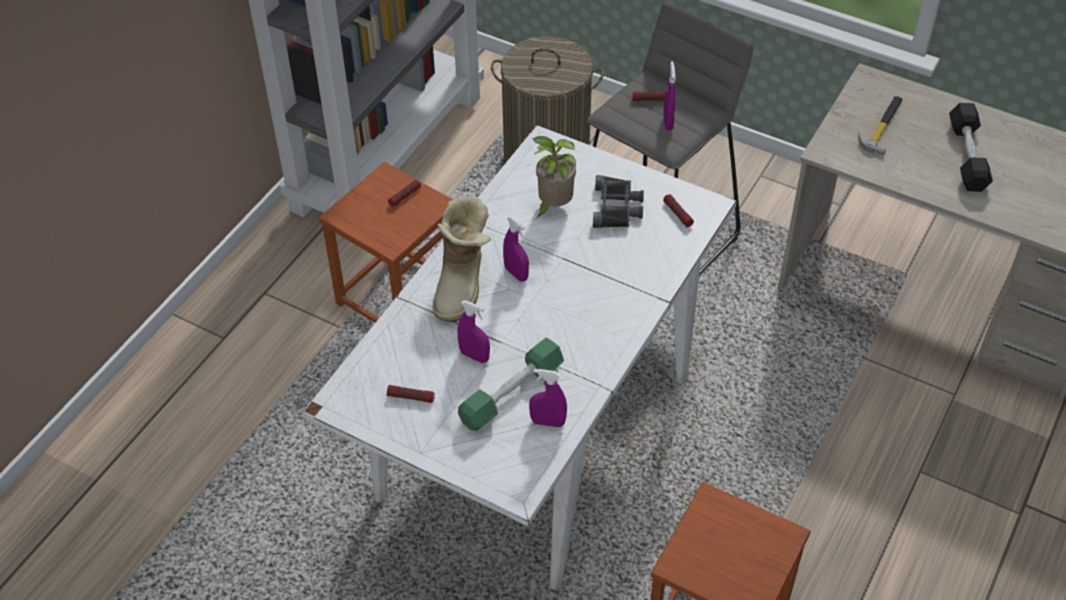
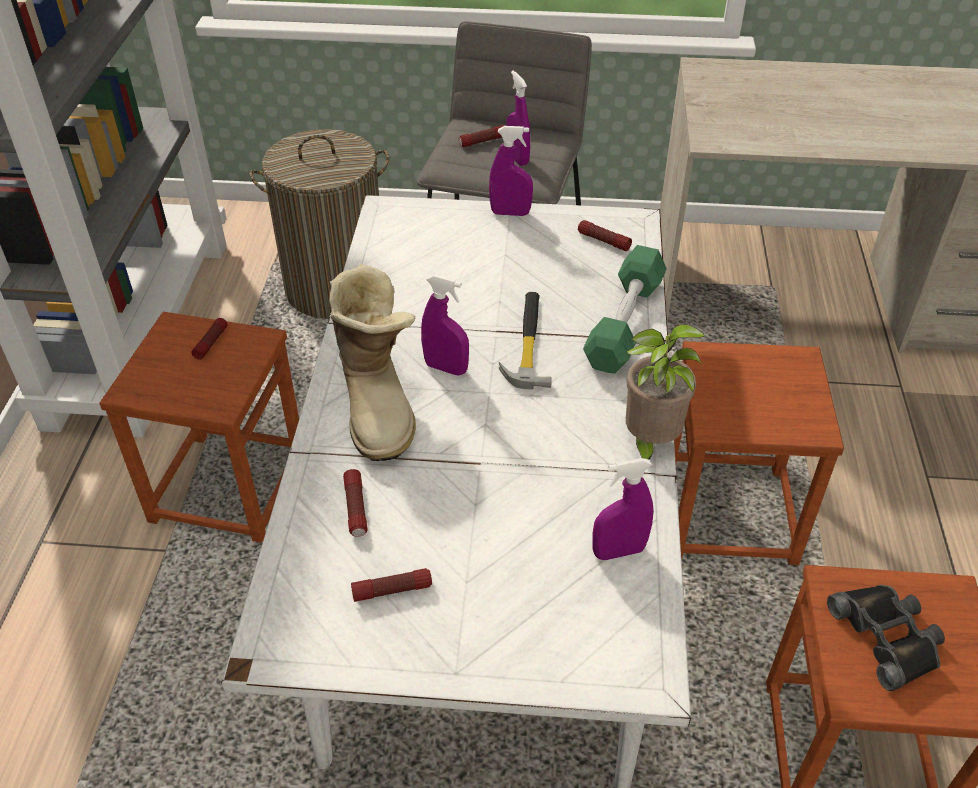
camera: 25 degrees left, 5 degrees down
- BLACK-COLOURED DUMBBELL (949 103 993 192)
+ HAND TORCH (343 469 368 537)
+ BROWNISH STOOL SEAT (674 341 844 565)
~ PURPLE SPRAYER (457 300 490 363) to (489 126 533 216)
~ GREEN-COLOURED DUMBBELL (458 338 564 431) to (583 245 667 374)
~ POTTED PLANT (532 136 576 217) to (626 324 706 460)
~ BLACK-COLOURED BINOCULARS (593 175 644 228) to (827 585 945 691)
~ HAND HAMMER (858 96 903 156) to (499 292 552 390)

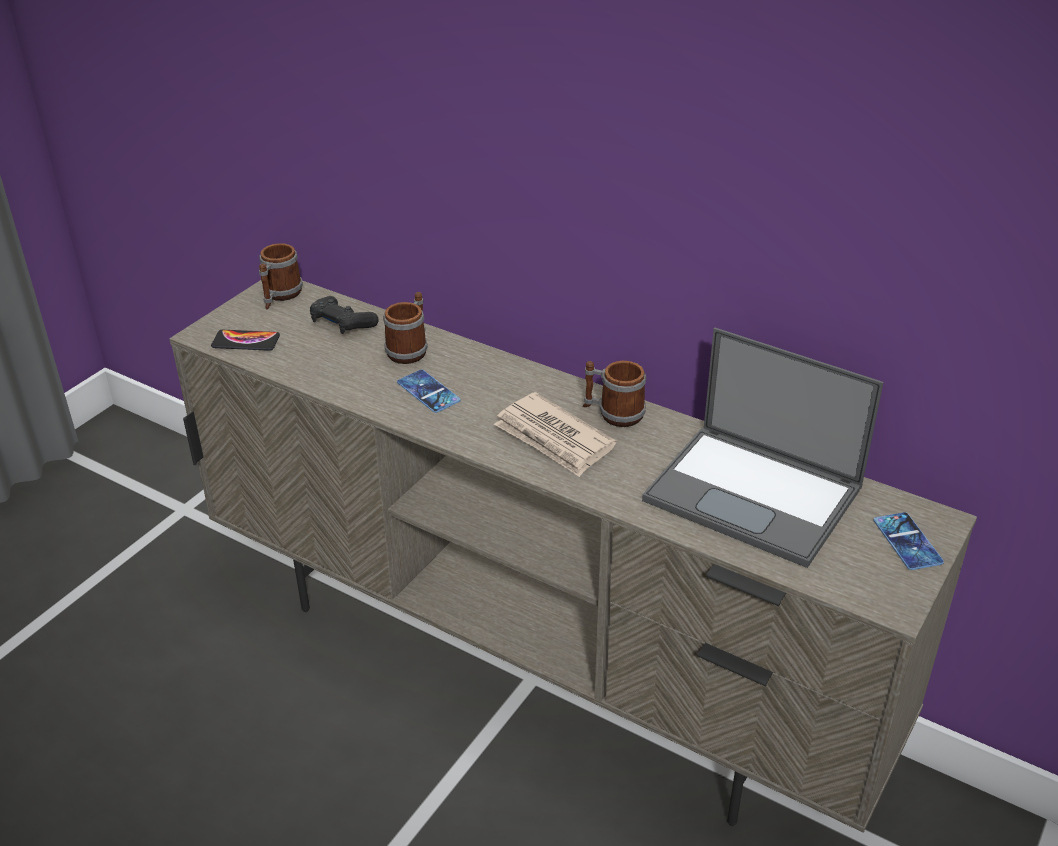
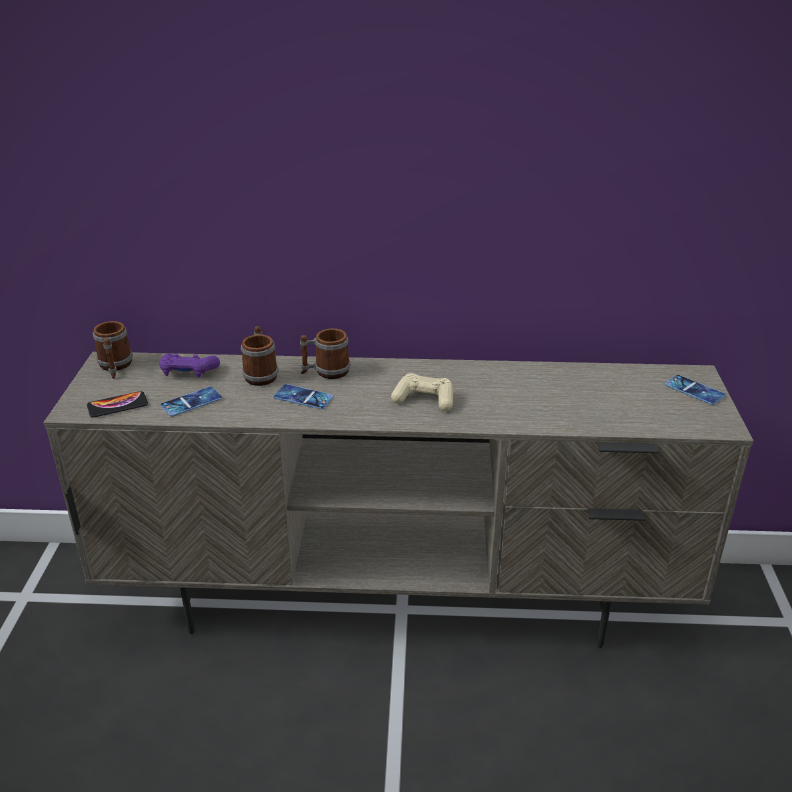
camera: 30 degrees left, 5 degrees down
- PORTABLE COMPUTER (642 328 884 568)
+ TELEPHONE (160 386 222 417)
~ TEA MUG (583 361 646 427) to (300 329 350 379)
~ DAILY PAPER (494 392 617 477) to BEIGE GAME CONTROLLER (391 373 453 411)
~ BLACK-COLOURED GAME CONTROLLER (310 296 379 334) to PURPLE GAME CONTROLLER (160 353 220 378)

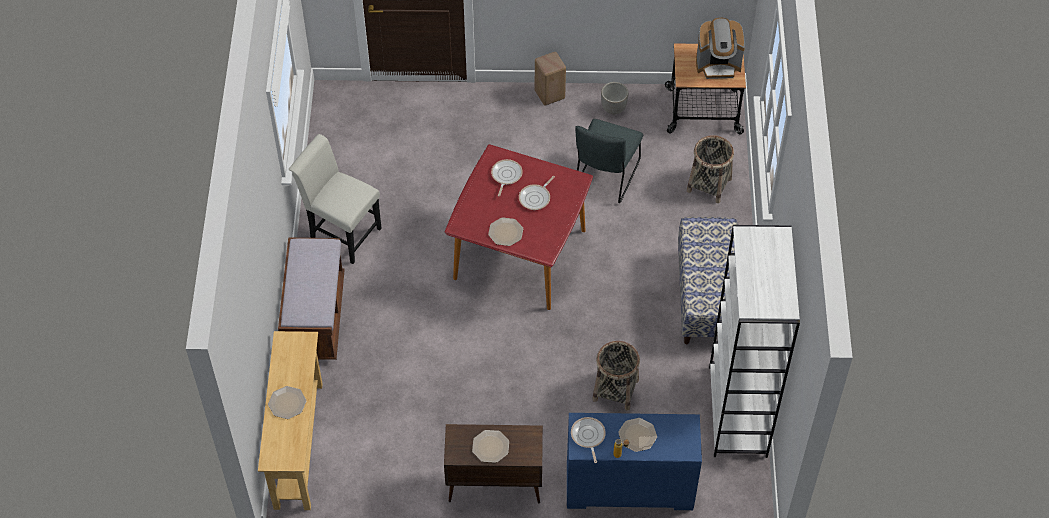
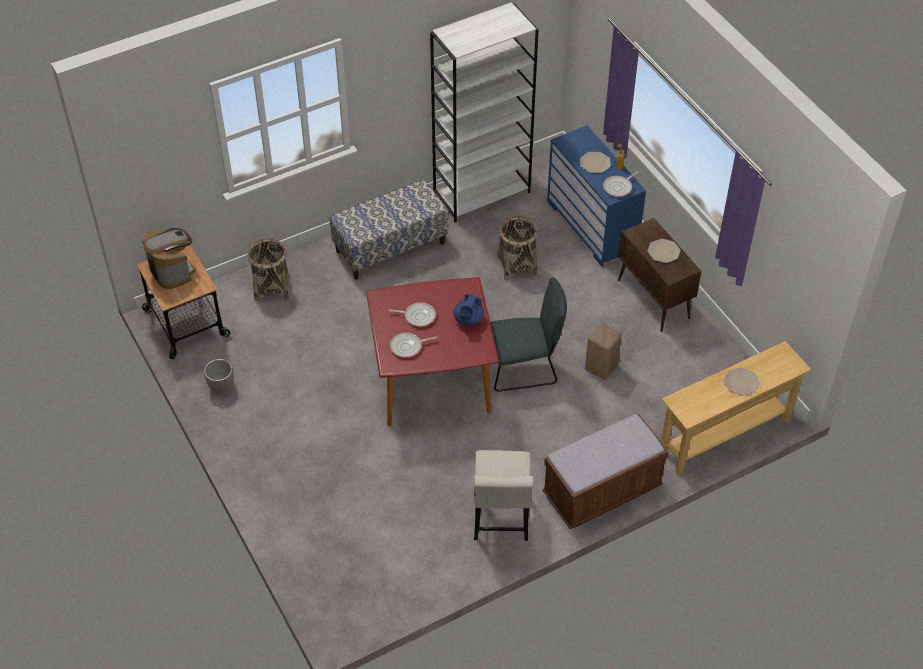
camera: 120 degrees left, 5 degrees down
~ BEIGE STOOL SEAT (535 52 566 105) to (585 323 622 380)
~ GRAY CHAIR (575 119 643 203) to (490 277 567 392)
~ DINNER PLATE (488 217 523 246) to BLUE TEA POT (453 294 484 326)

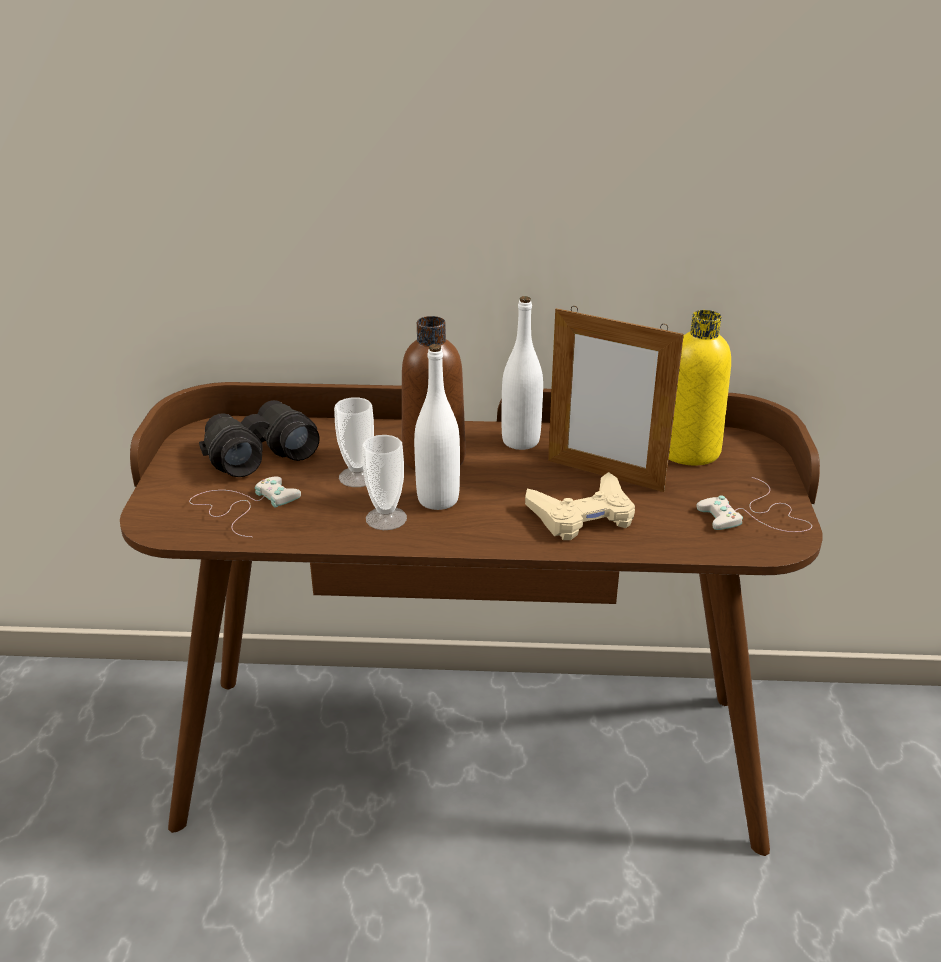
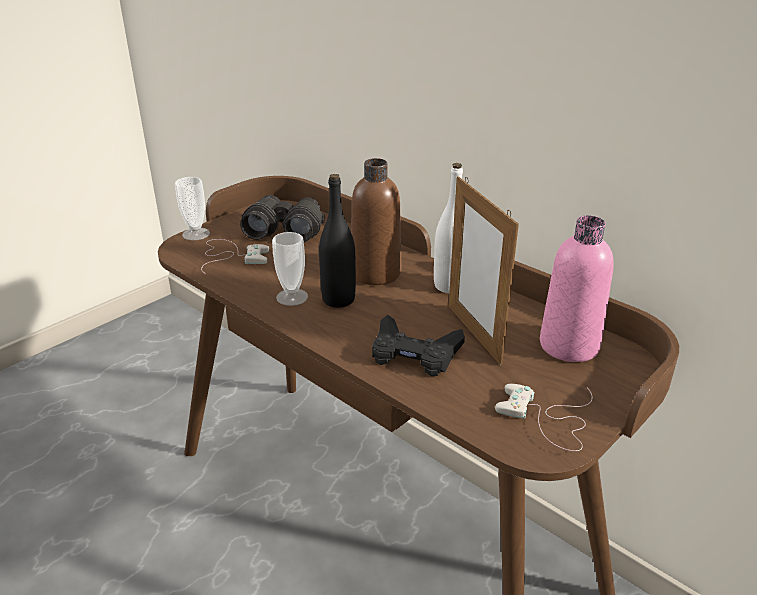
camera: 40 degrees right, 0 degrees up
~ CUP (334 397 374 487) to (175 177 210 240)
~ WHITISH BEVERAGE BOTTLE (414 344 460 510) to BLACK-COLOURED BEVERAGE BOTTLE (319 174 356 308)
~ BEIGE GAME CONTROLLER (525 472 635 540) to BLACK-COLOURED GAME CONTROLLER (372 315 465 376)
~ YELLOW-COLOURED BEVERAGE BOTTLE (669 310 731 465) to PINK-COLOURED BEVERAGE BOTTLE (540 216 614 362)

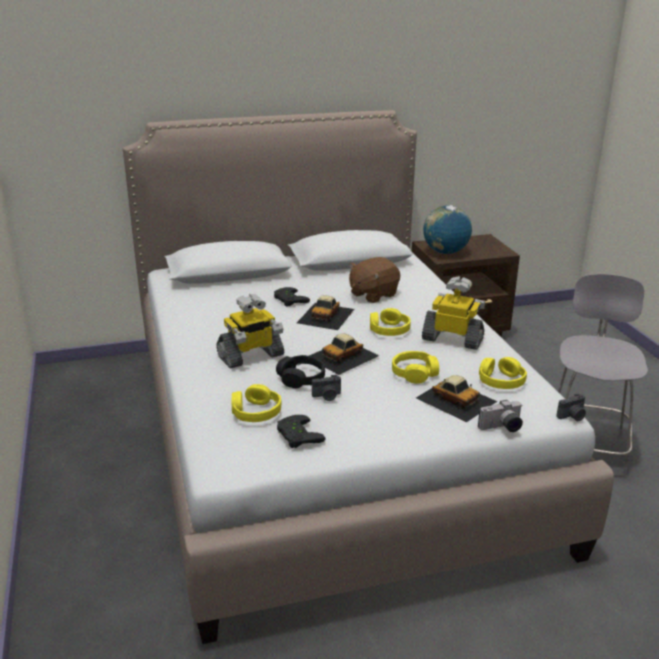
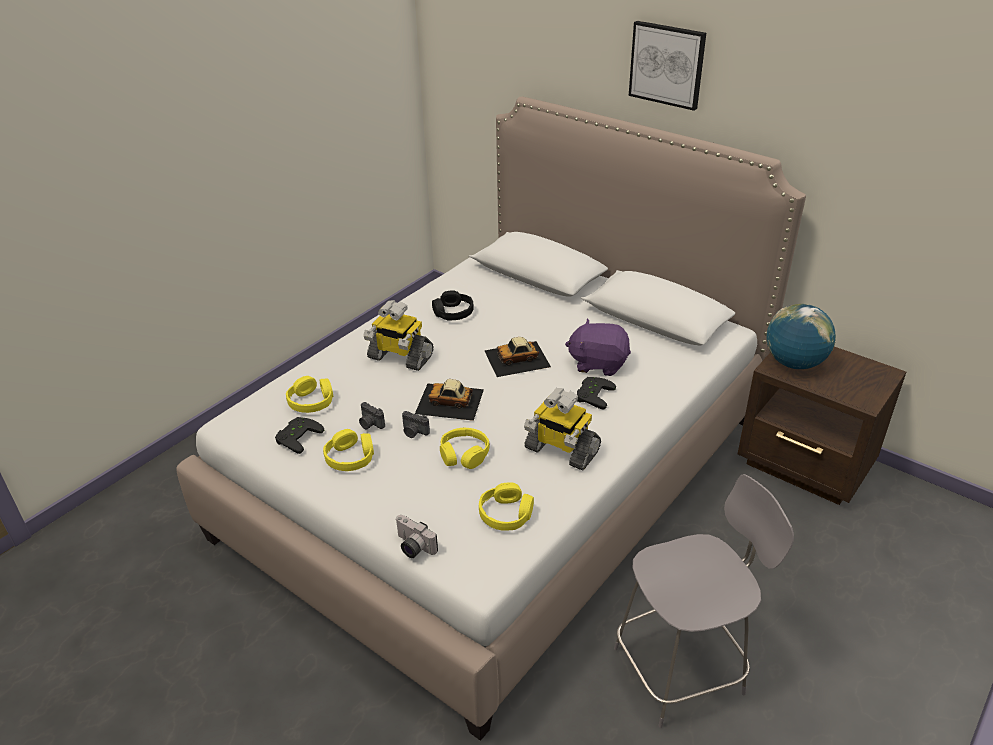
camera: 55 degrees right, 10 degrees up
- MODEL CAR (416 375 497 422)
+ WALL PICTURE (629 21 706 111)
~ BLACK-COLOURED GAME CONTROLLER (274 287 310 307) to (577 377 616 409)
~ BLACK-COLOURED HEADPHONES (276 355 325 388) to (432 290 474 321)
~ YELLOW-COLOURED HEADPHONES (370 308 411 336) to (323 429 374 471)
~ PHOTO CAMERA (556 393 586 421) to (402 411 430 438)
~ BROWNISH SOFT TOY (349 257 400 303) to PURPLE SOFT TOY (565 319 631 376)
~ ROBOT FIGURE (422 276 485 350) = (524 388 601 470) 135 degrees clockwise

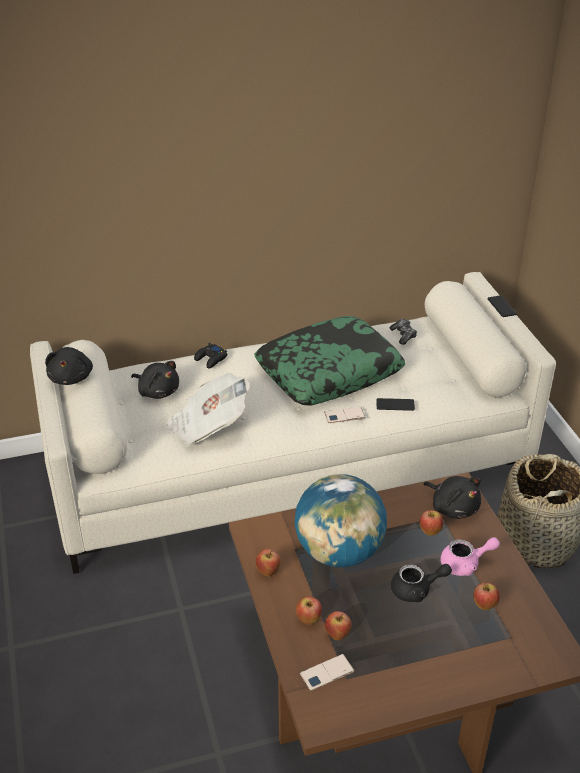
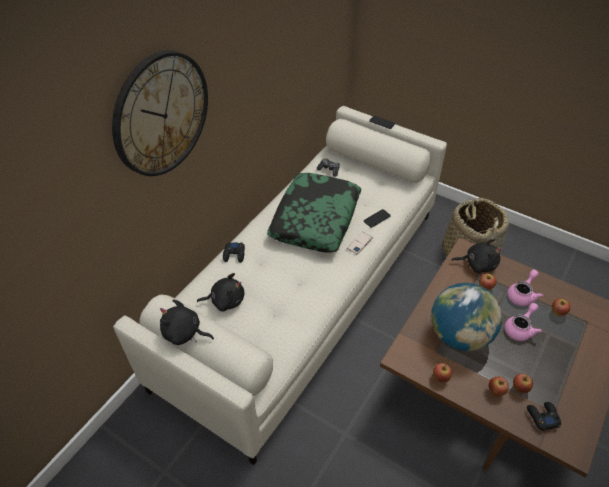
camera: 40 degrees left, 10 degrees up
- DAILY PAPER (166 372 251 446)
+ CLOCK ON THE WALL (112 50 208 176)
~ TELEPHONE (300 654 355 691) to BLACK-COLOURED GAME CONTROLLER (527 402 561 431)
~ BLACK-COLOURED TEA POT (391 564 452 602) to PINK-COLOURED TEA POT (504 303 542 341)
~ BLACK-COLOURED SOFT TOY (45 347 93 385) = (160 299 214 345) 150 degrees clockwise

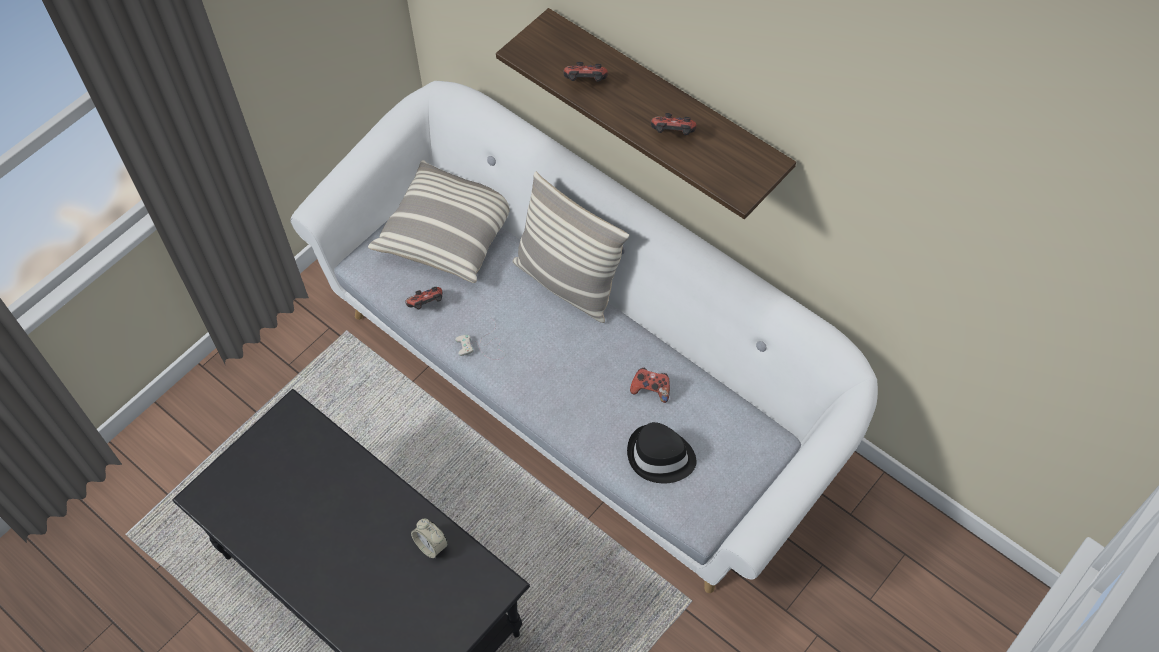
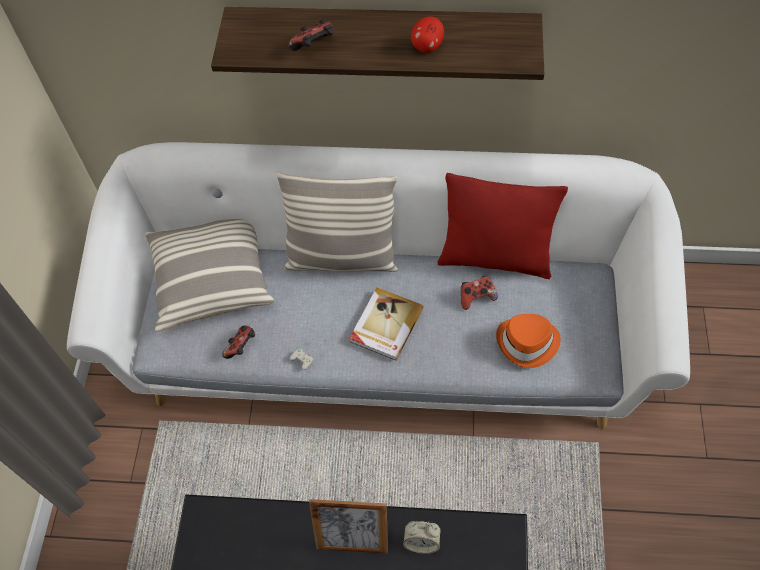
camera: 35 degrees left, 0 degrees up
+ PHOTO FRAME (309 499 388 554)
+ BOOK (349 287 423 361)
+ RED-COLOURED THROW PILLOW (437 173 568 279)
~ GAME CONTROLLER (651 113 696 135) to APPLE FRUIT (411 16 444 53)
~ BLACK-COLOURED CLOTHING HAT (627 422 696 484) to ORANGE CLOTHING HAT (496 314 561 368)

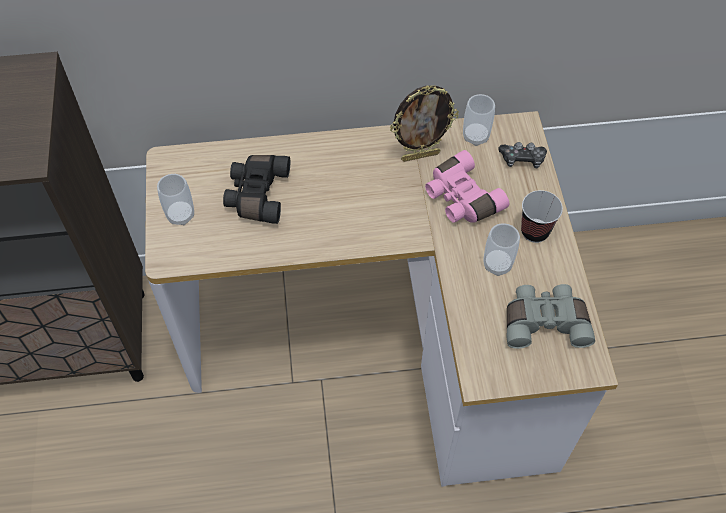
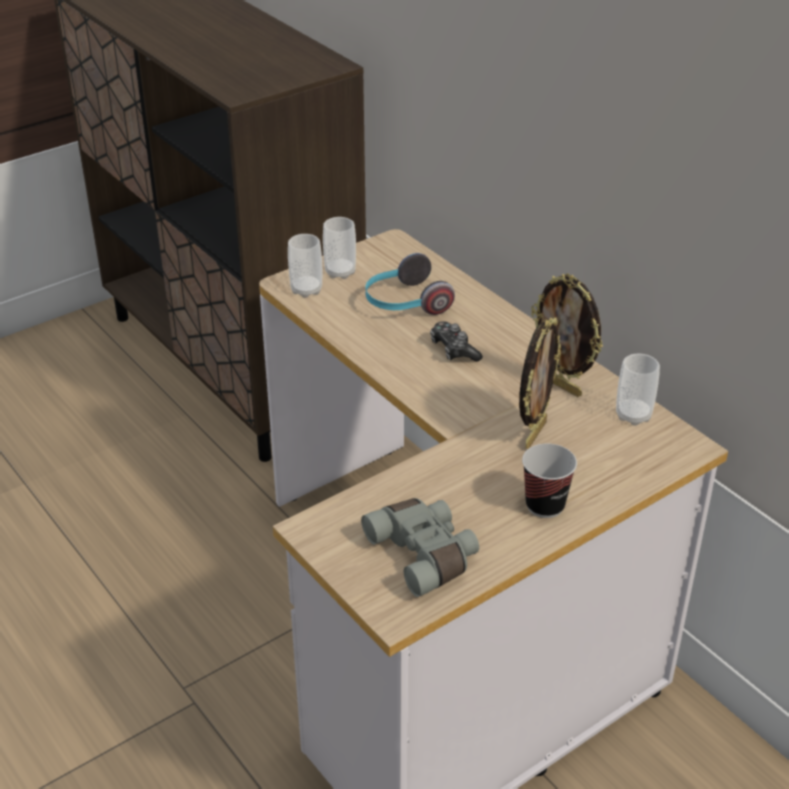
camera: 60 degrees right, 20 degrees down
~ CUP (483 223 520 276) to (288 234 322 298)
~ GAME CONTROLLER (498 142 547 169) to (430 321 483 362)
~ BLACK-COLOURED BINOCULARS (223 155 290 224) to HEADPHONES (365 253 455 315)
~ PINK-COLOURED BINOCULARS (425 150 509 223) to PHOTO FRAME (519 317 561 449)

